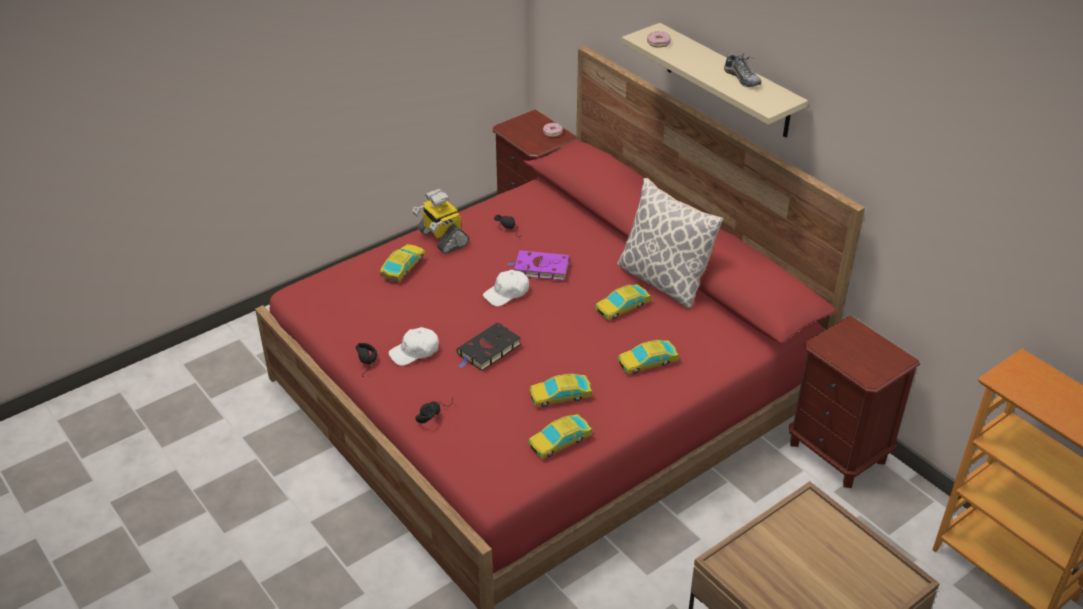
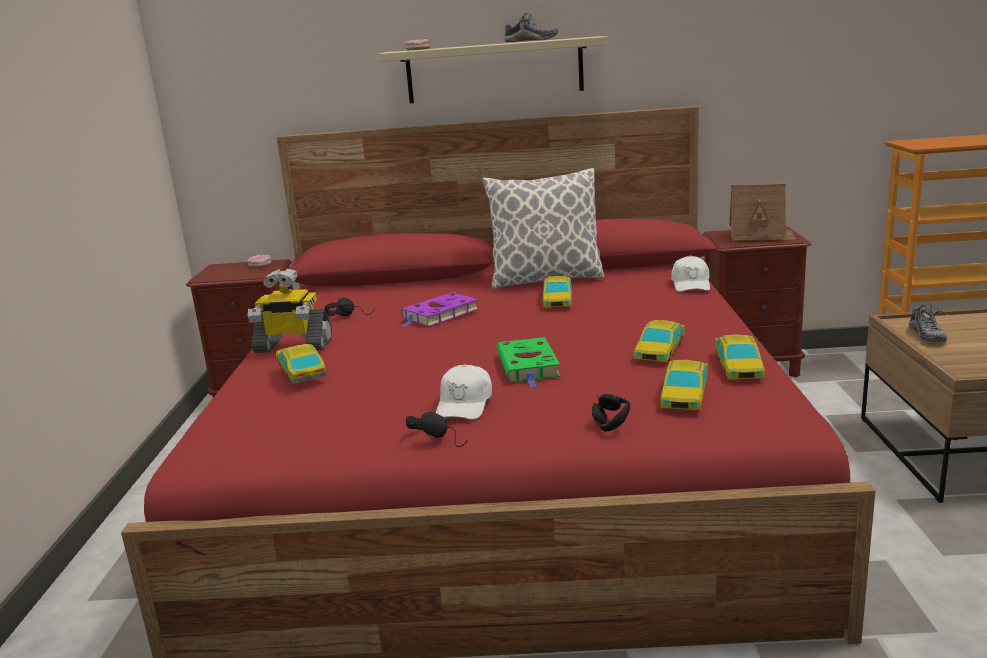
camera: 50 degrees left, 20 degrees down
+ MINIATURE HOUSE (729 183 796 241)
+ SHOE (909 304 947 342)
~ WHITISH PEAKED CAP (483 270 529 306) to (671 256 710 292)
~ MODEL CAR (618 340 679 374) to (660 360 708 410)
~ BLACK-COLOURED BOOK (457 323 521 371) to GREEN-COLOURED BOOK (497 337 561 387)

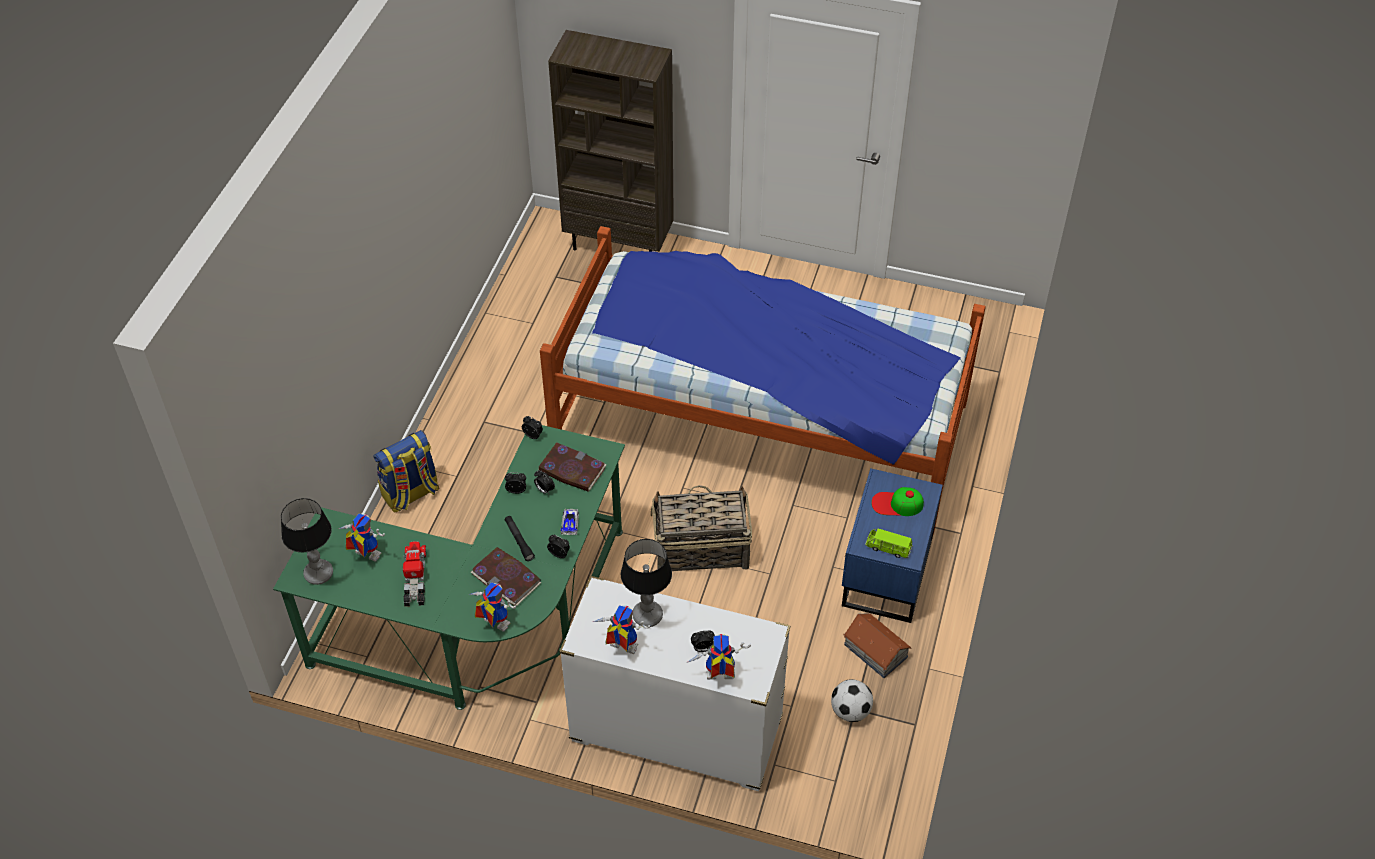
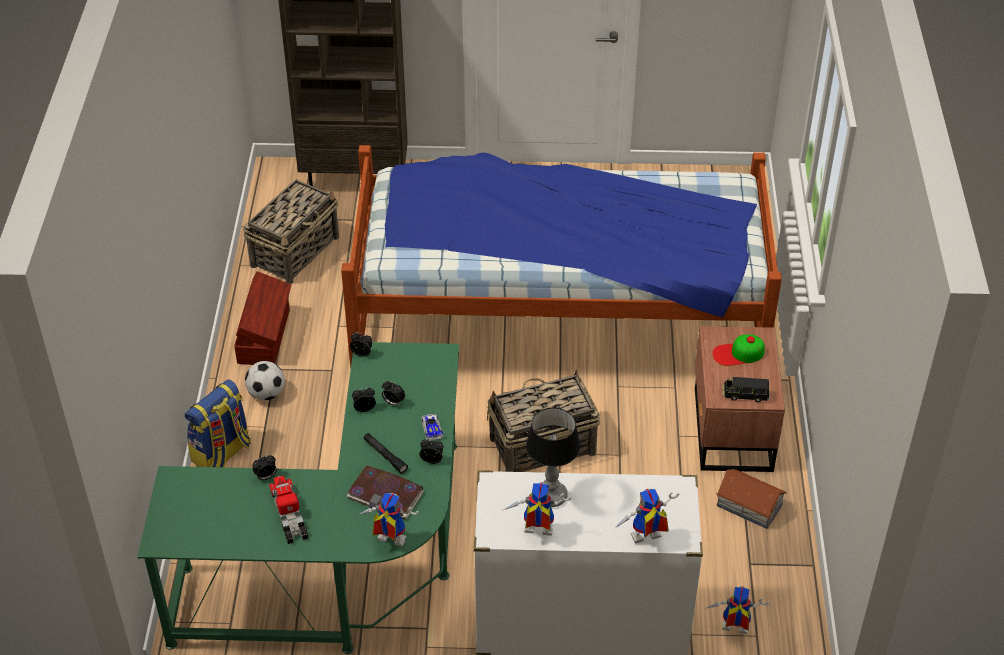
camera: 15 degrees left, 5 degrees down
- TABLE LAMP (281 498 333 585)
- BOOK (538 443 606 492)
+ BROWNISH STORAGE BIN (234 271 291 365)
+ BASKET (243 179 339 284)
~ ROBOT FIGURE (339 514 385 562) to (705 586 769 634)
~ TABLE CLOCK (691 630 715 652) to (252 455 277 480)
~ FOOTBALL BALL (831 679 873 722) to (245 361 285 400)
~ BLUE NIGHT TABLE (842 468 943 623) to BROWNISH NIGHT TABLE (695 326 785 472)
~ GREEN-COLOURED MODEL CAR (865 529 913 558) to BLACK-COLOURED MODEL CAR (723 377 770 402)

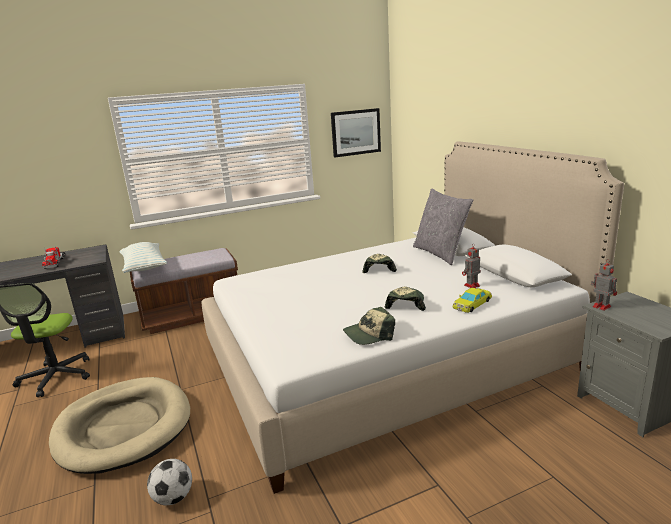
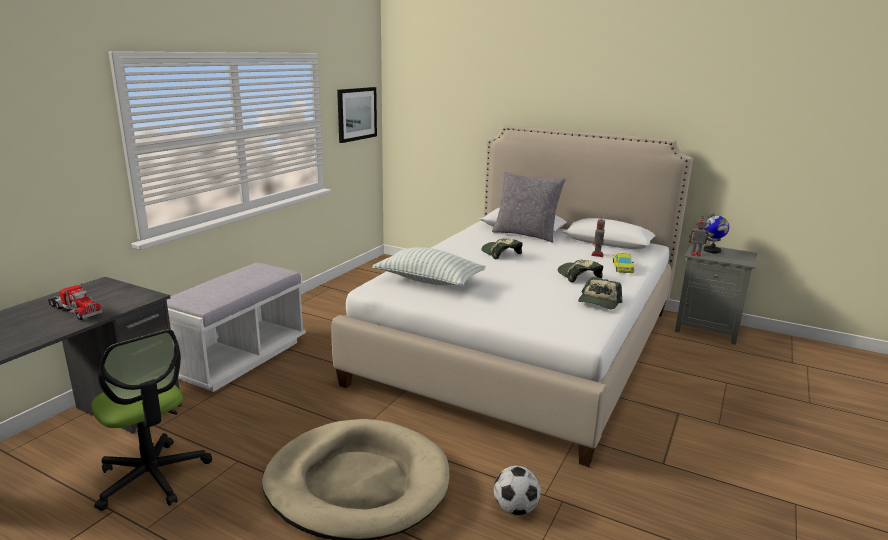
camera: 40 degrees left, 0 degrees up
+ GLOBE (704 213 729 253)
~ THROW PILLOW (120 242 167 273) to (372 247 486 287)
~ BROWNISH LONG SEAT (130 248 238 334) to WHITISH LONG SEAT (167 263 306 392)

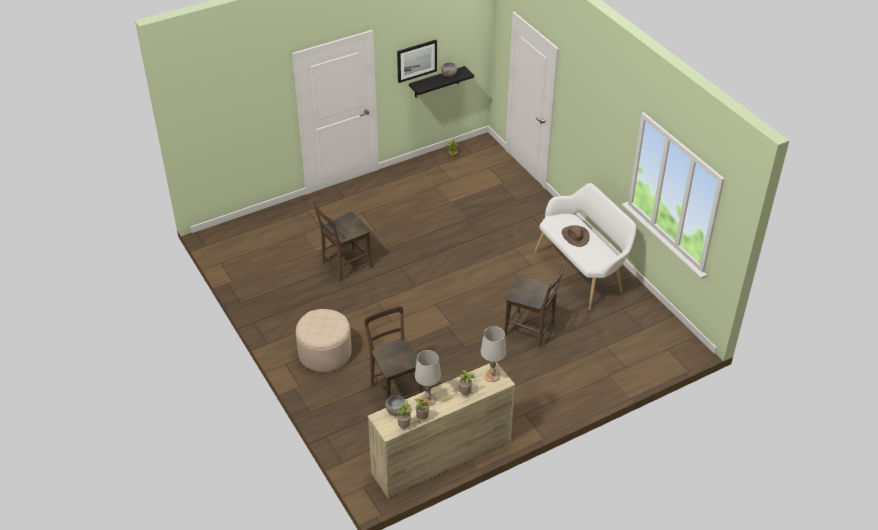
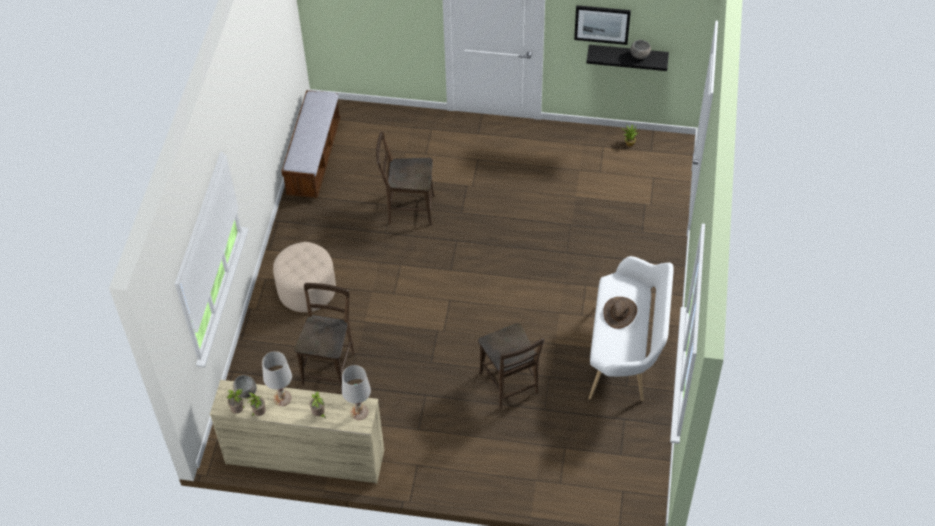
camera: 40 degrees right, 10 degrees up
+ LONG SEAT (281 90 341 198)

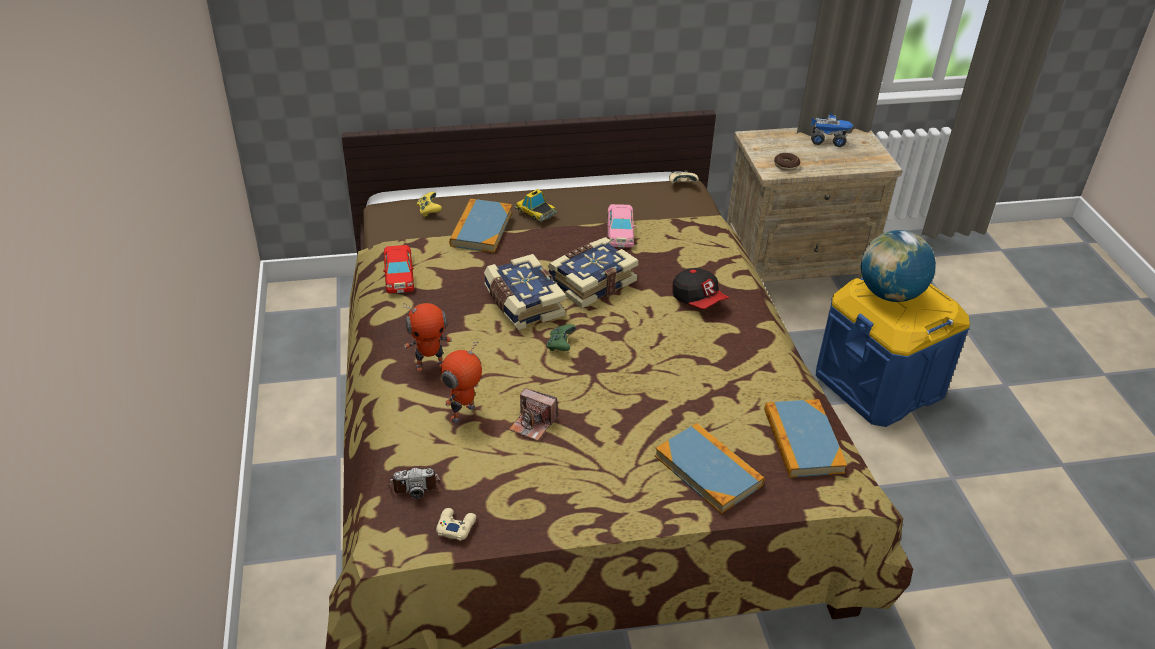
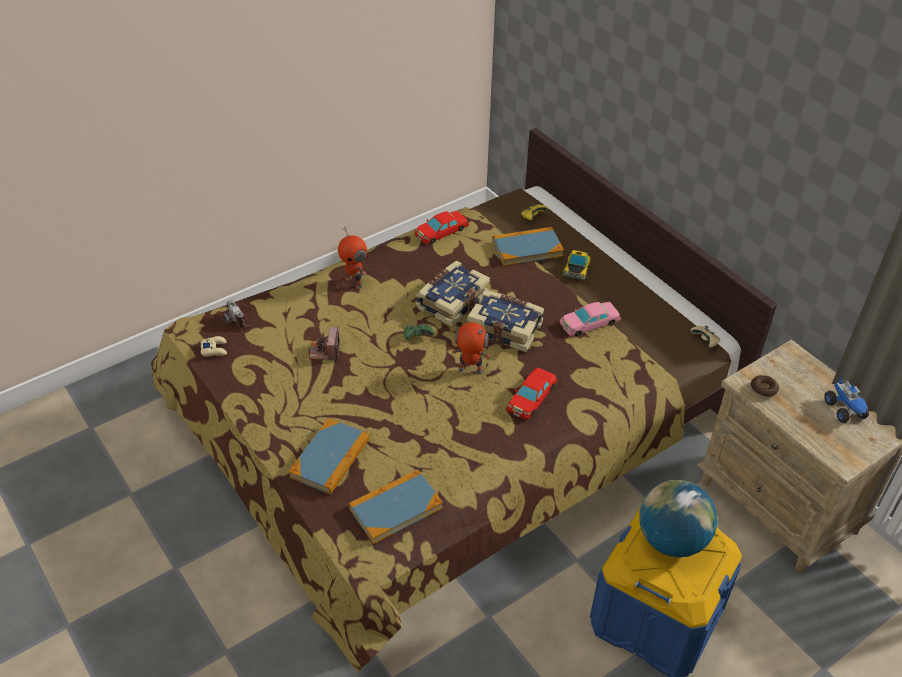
camera: 65 degrees right, 5 degrees up
~ ROBOT FIGURE (441 341 482 423) to (452 323 491 374)
~ PEAKED CAP (672 268 729 309) to RED-COLOURED MODEL CAR (506 367 557 420)

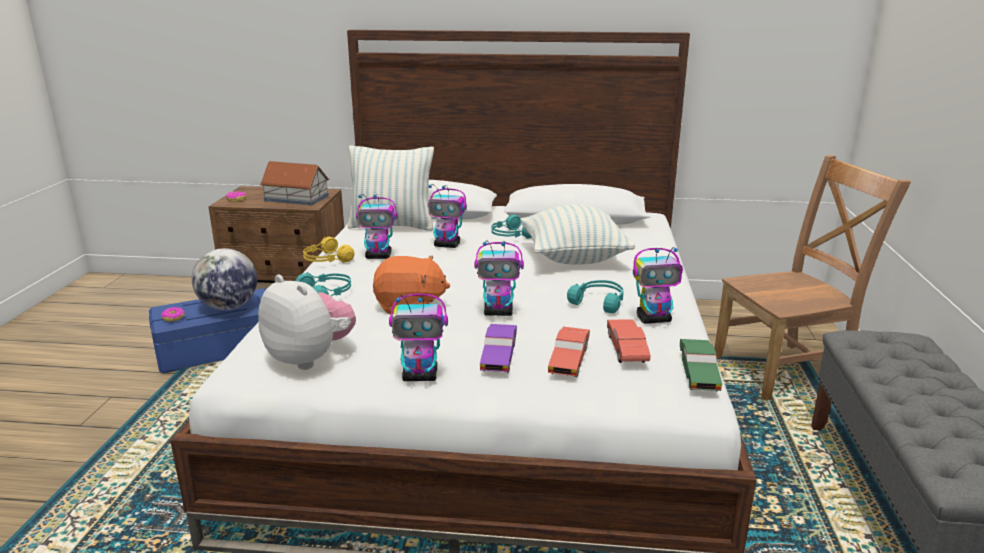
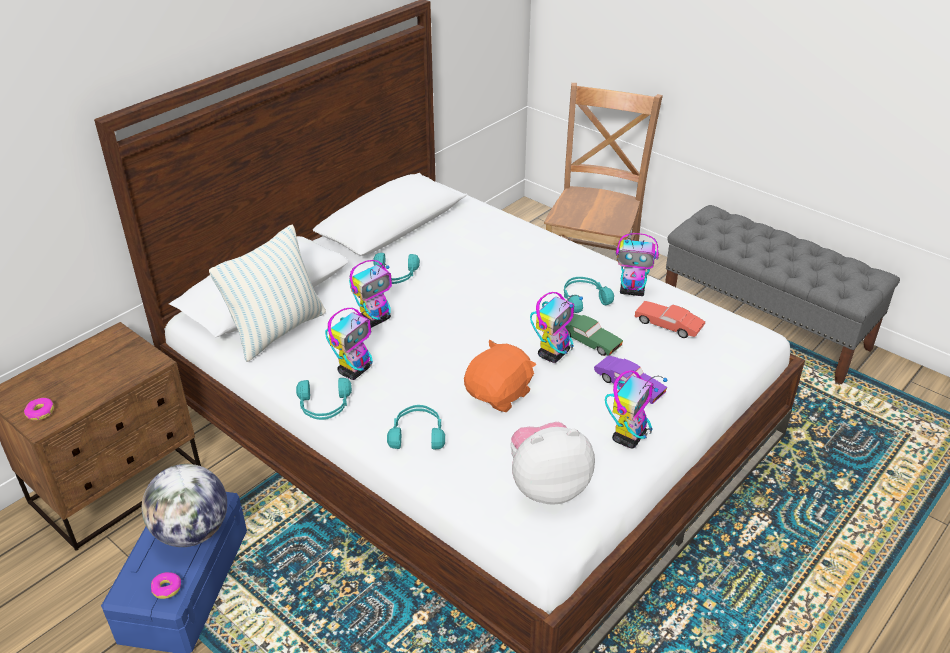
camera: 55 degrees left, 15 degrees up
- MINIATURE HOUSE (260 161 329 205)
- THROW PILLOW (520 204 635 265)
- RED-COLOURED MODEL CAR (548 327 590 377)
~ GREEN-COLOURED MODEL CAR (680 339 722 391) to (565 314 623 356)
~ YELLOW-COLOURED HEADPHONES (303 237 355 263) to BLUE-GREEN HEADPHONES (296 378 352 420)
~ ROBOT FIGURE (633 247 683 324) = (616 233 659 296) 75 degrees clockwise

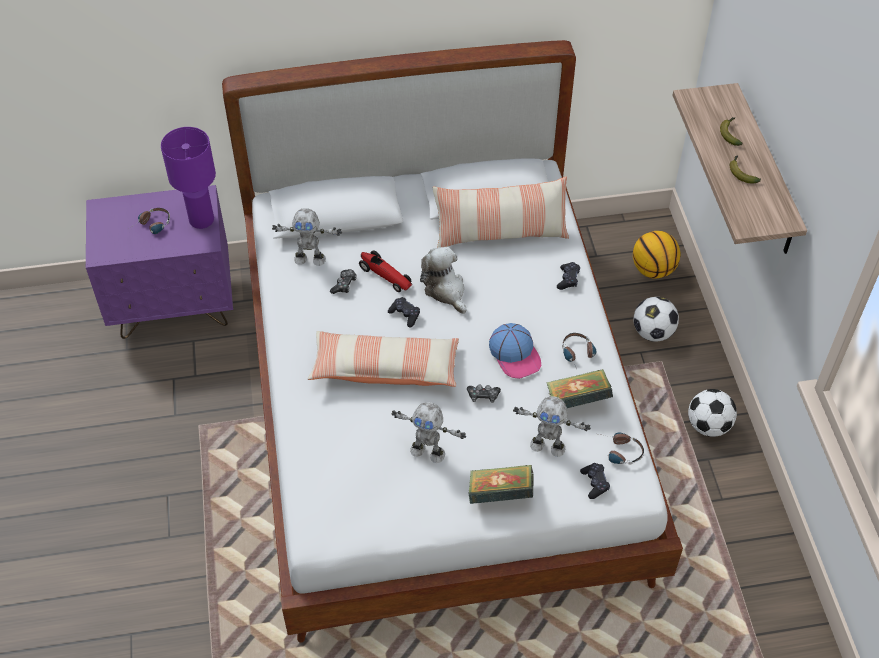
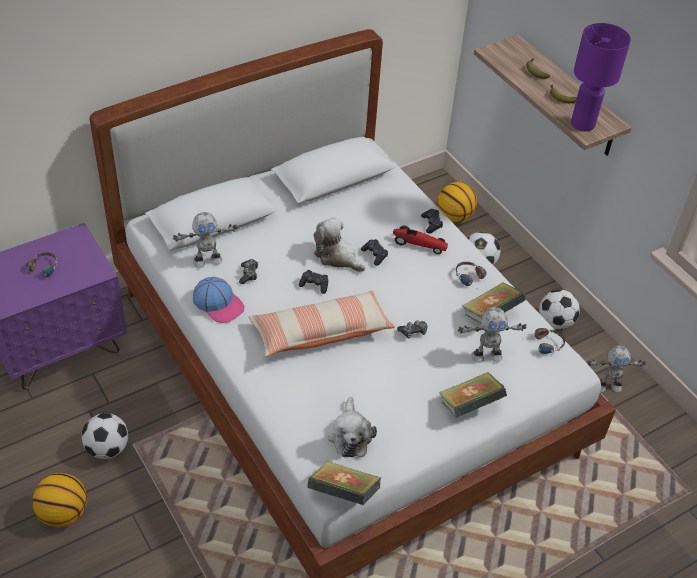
camera: 25 degrees left, 5 degrees down
- THROW PILLOW (433 177 569 248)
+ BASKETBALL BALL (32 473 87 528)
+ FOOTBALL BALL (82 413 128 459)
+ BOOK (307 461 381 505)
+ SOFT TOY (328 397 377 457)
~ PURPLE TABLE LAMP (161 127 216 229) to (571 23 631 131)
~ MODEL CAR (359 250 412 292) to (393 226 448 254)
~ ROBOT FIGURE (391 402 466 463) to (587 346 646 392)
~ PEAKED CAP (489 323 541 379) to (193 277 245 323)
~ BLACK-COLOURED GAME CONTROLLER (580 463 610 499) to (361 239 388 266)

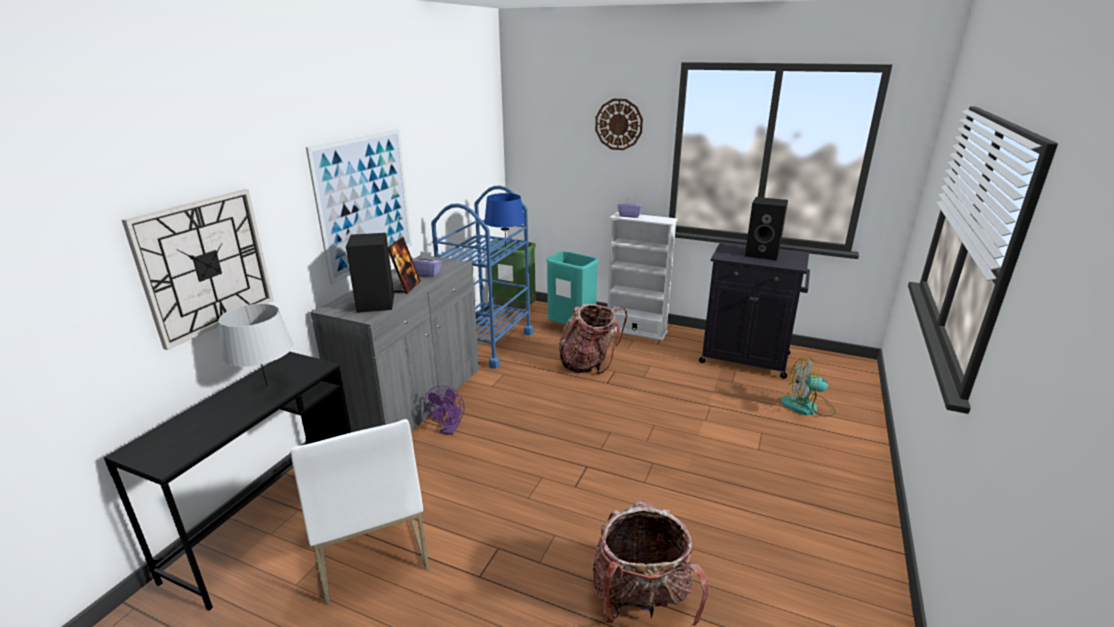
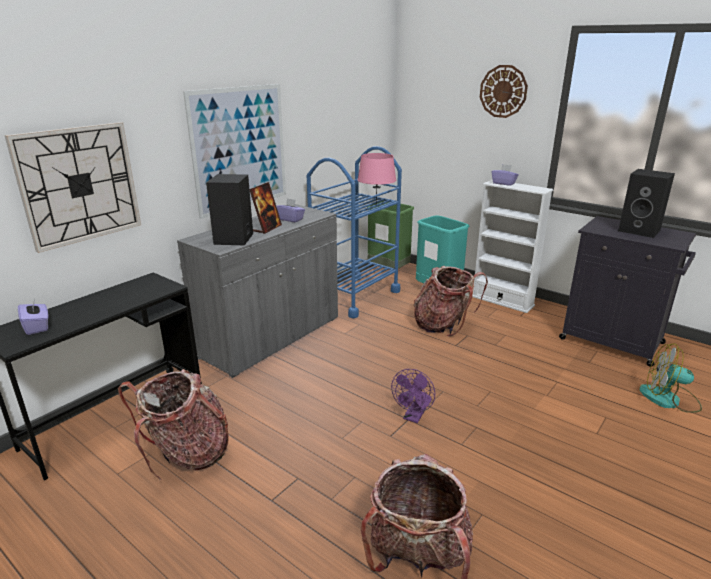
camera: 15 degrees right, 0 degrees up
- GRAY TABLE LAMP (218 304 293 387)
+ PURPLE TISSUE BOX (18 299 48 335)
~ PURPLE FAN (424 386 465 435) to (391 369 435 423)
~ WHITISH CHAIR (291 419 429 605) to RUCKSACK (118 369 229 480)
~ BLUE TABLE LAMP (484 193 525 247) to PINK-COLOURED TABLE LAMP (357 153 396 205)

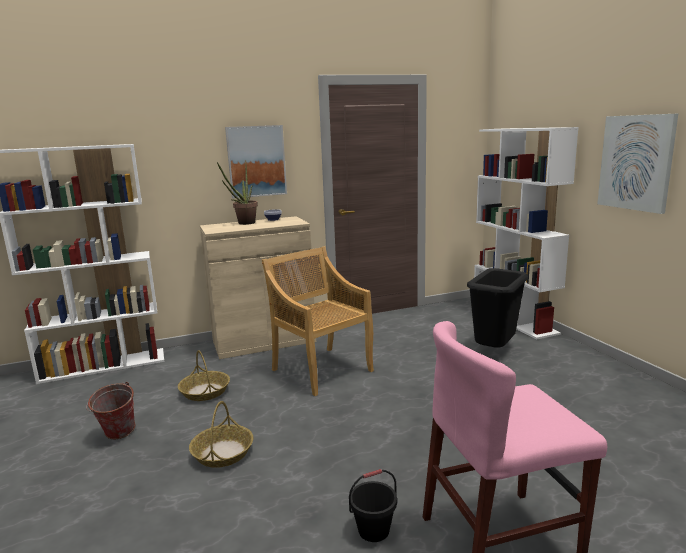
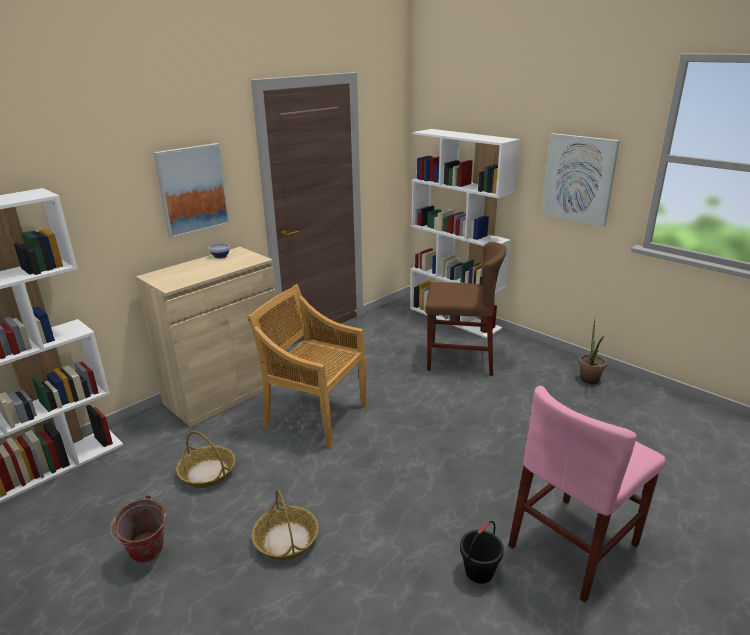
camera: 25 degrees left, 10 degrees up
~ POTTED PLANT (217 160 258 225) to (579 318 607 384)
~ BLACK-COLOURED TRASH CAN (467 268 528 348) to BROWNISH CHAIR (425 242 506 376)

